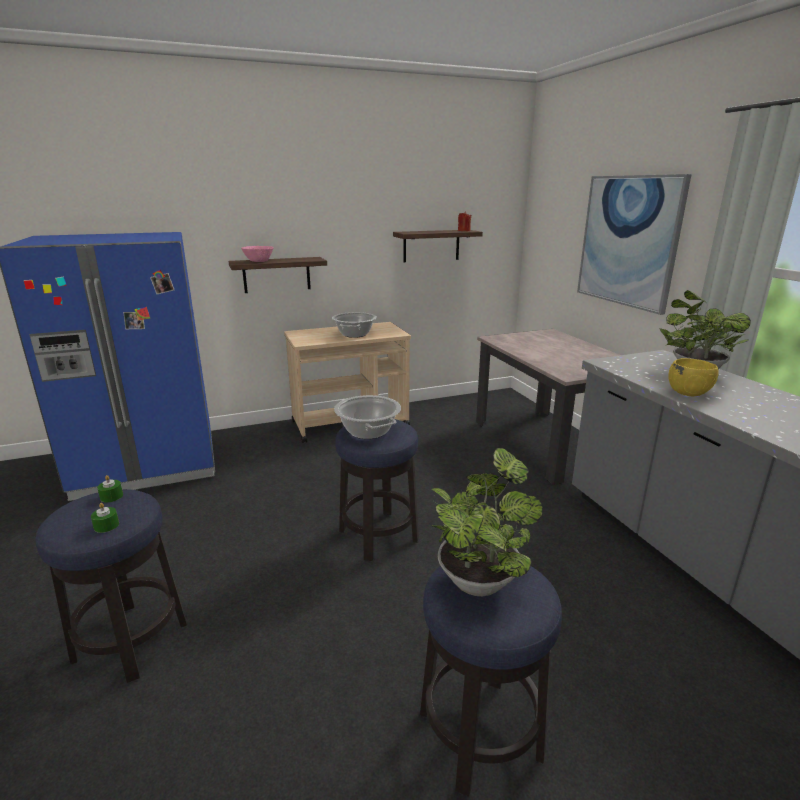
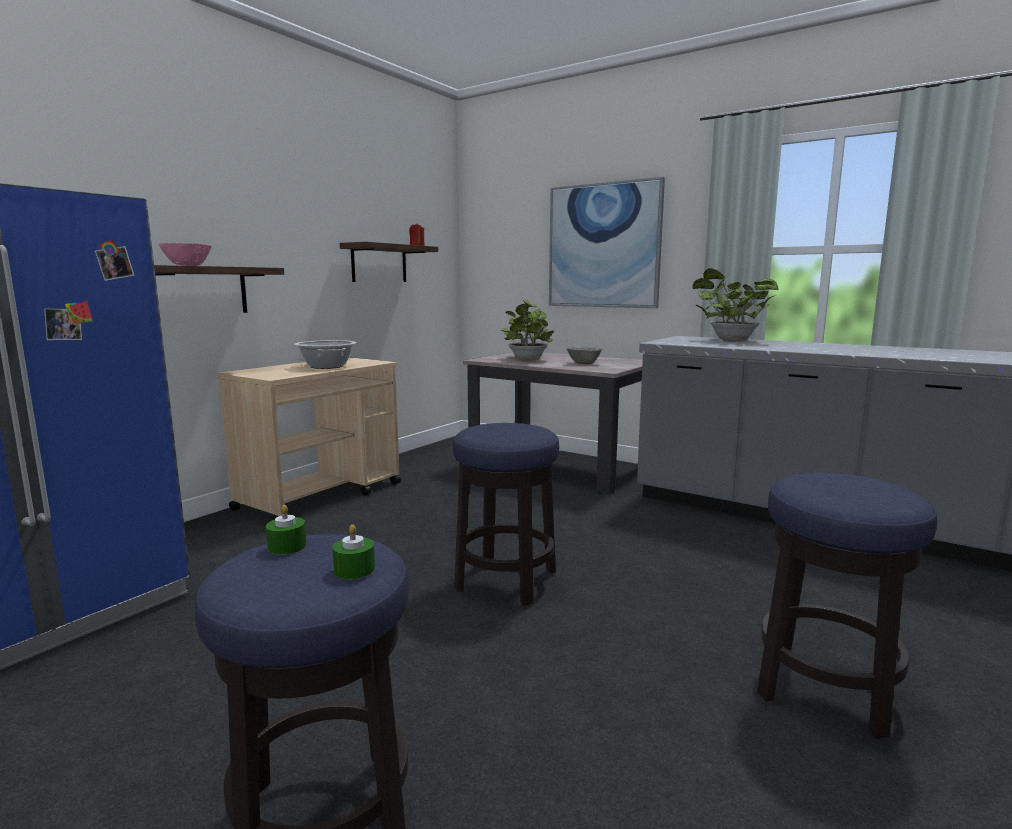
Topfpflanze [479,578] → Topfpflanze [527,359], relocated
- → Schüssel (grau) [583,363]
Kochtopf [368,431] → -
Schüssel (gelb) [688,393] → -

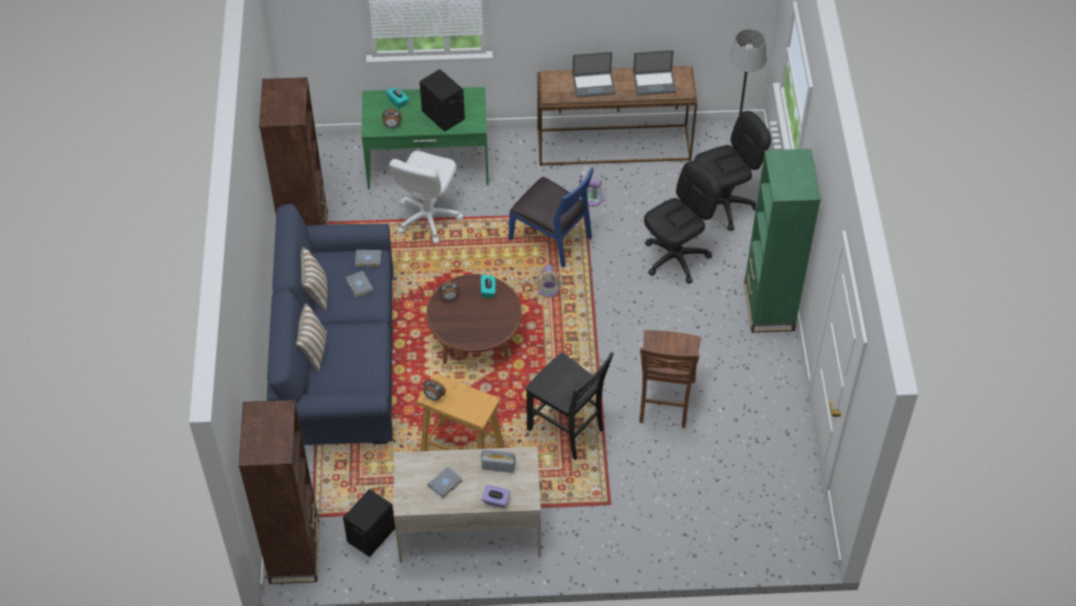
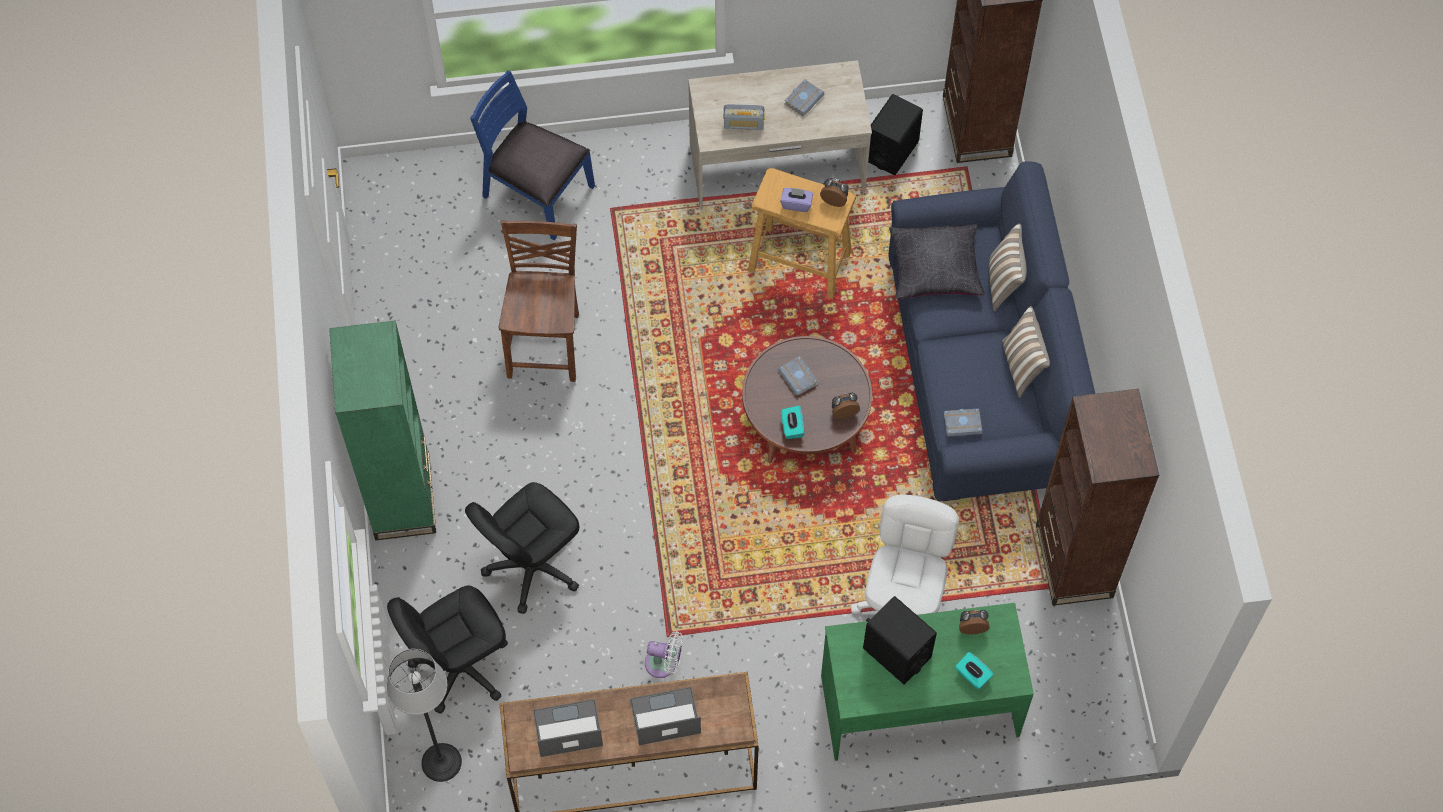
Stuhl (blau) [551,238] → Stuhl (blau) [536,192], relocated
Buch (grau) [358,285] → Buch (grau) [799,377], relocated
Taschentuchbox (lila) [496,501] → Taschentuchbox (lila) [796,204], relocated
- → Kissen (schwarz) [935,269]
Stuhl (schwarz) [567,430] → -
Ventilator (beige) [548,291] → -

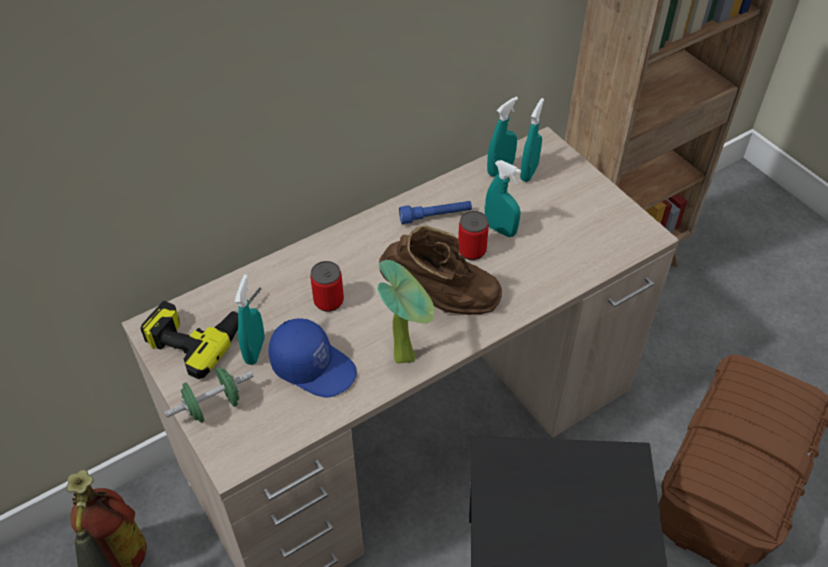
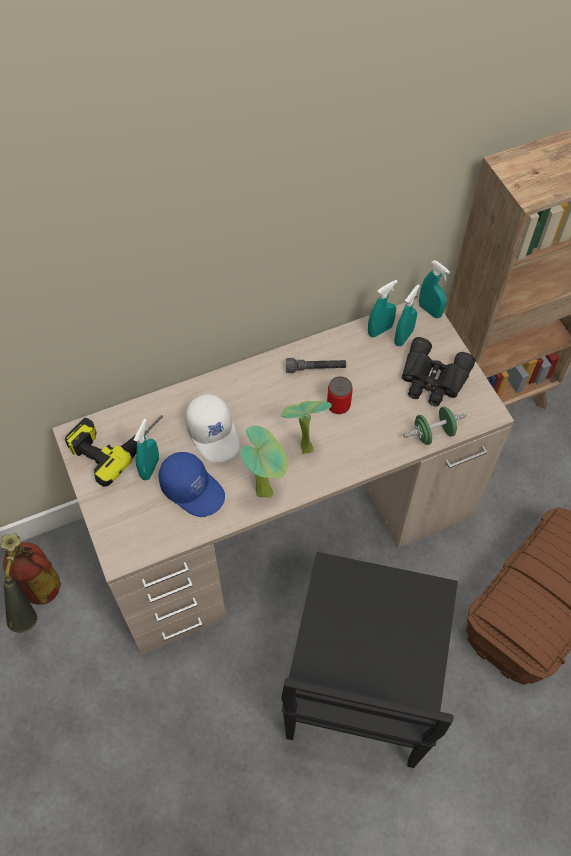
Dose [328,301] → Kappe (weiß) [214,434]
Stiefel (braun) [440,300] → Topfpflanze [303,446]
Taschenlampe (blau) [435,216] → Taschenlampe (grau) [315,368]
- → Fernglas (schwarz) [433,379]
Hantel (grün) [213,406] → Hantel (grün) [433,433], relocated
Sprühflasche (türkis) [500,229] → Sprühflasche (türkis) [430,310], relocated

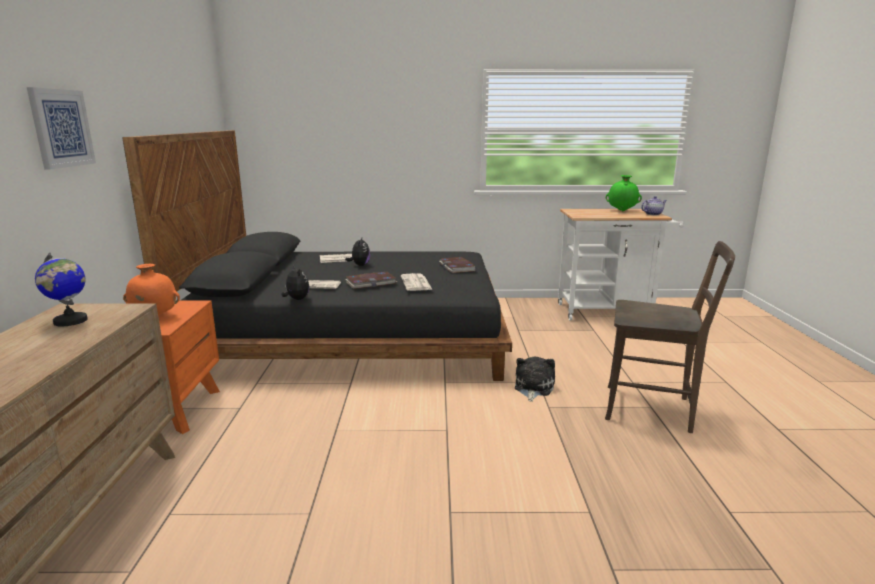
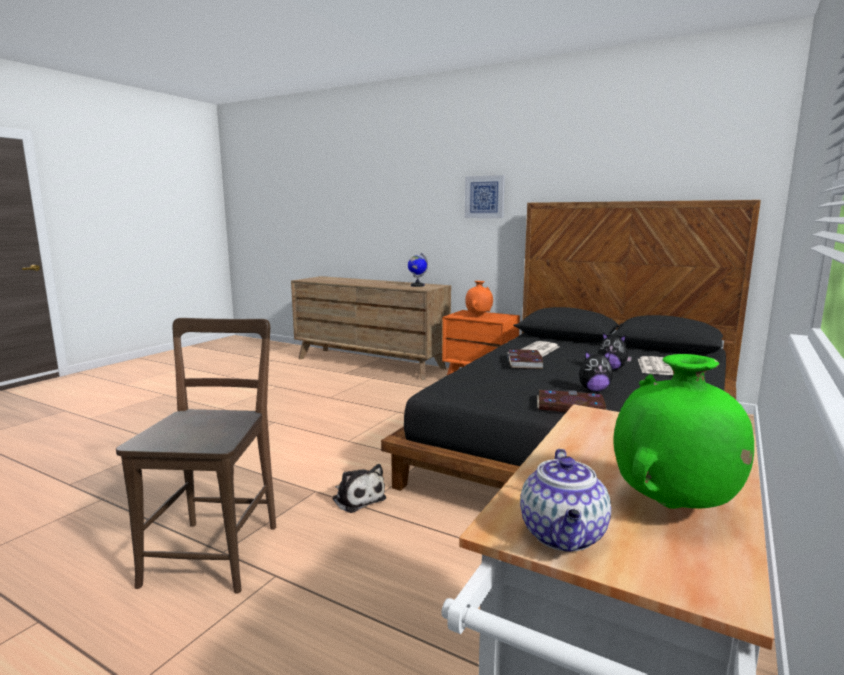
Stuhl (braun) [653,409] → Stuhl (braun) [216,550], 135 degrees clockwise
Plüschtier [296,299] → Plüschtier [593,390], relocated
Zeitung [416,283] → -

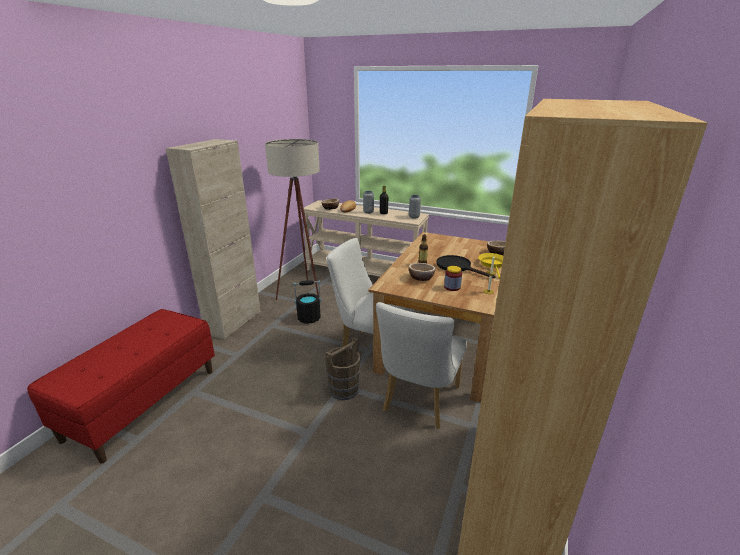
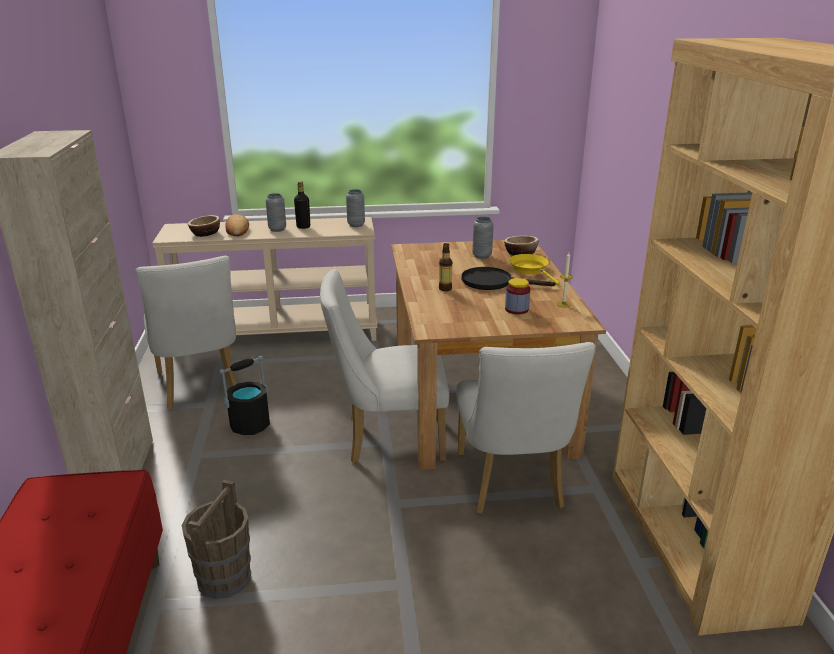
Stehlampe (beige) [303,292] → Stuhl (weiß) [200,388]
Eimer (braun) [344,390] → Eimer (braun) [224,577], relocated
- → Vase (grau) [482,256]
Schüssel [421,278] → -

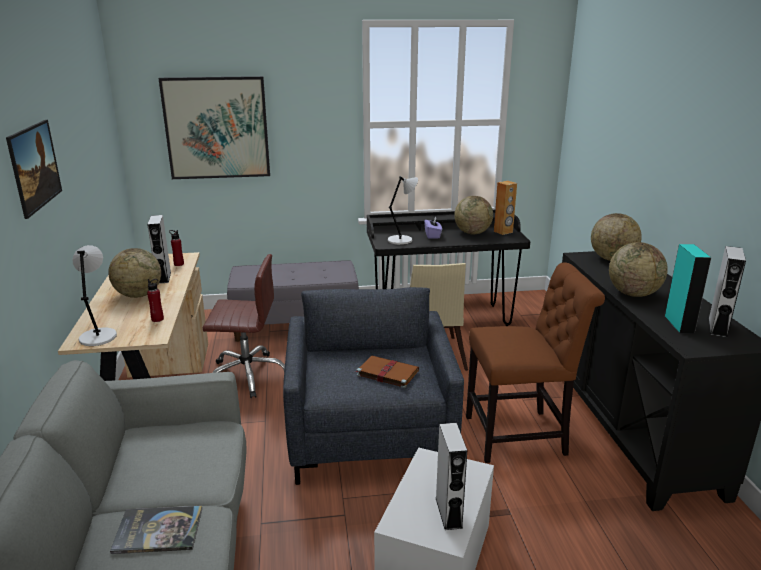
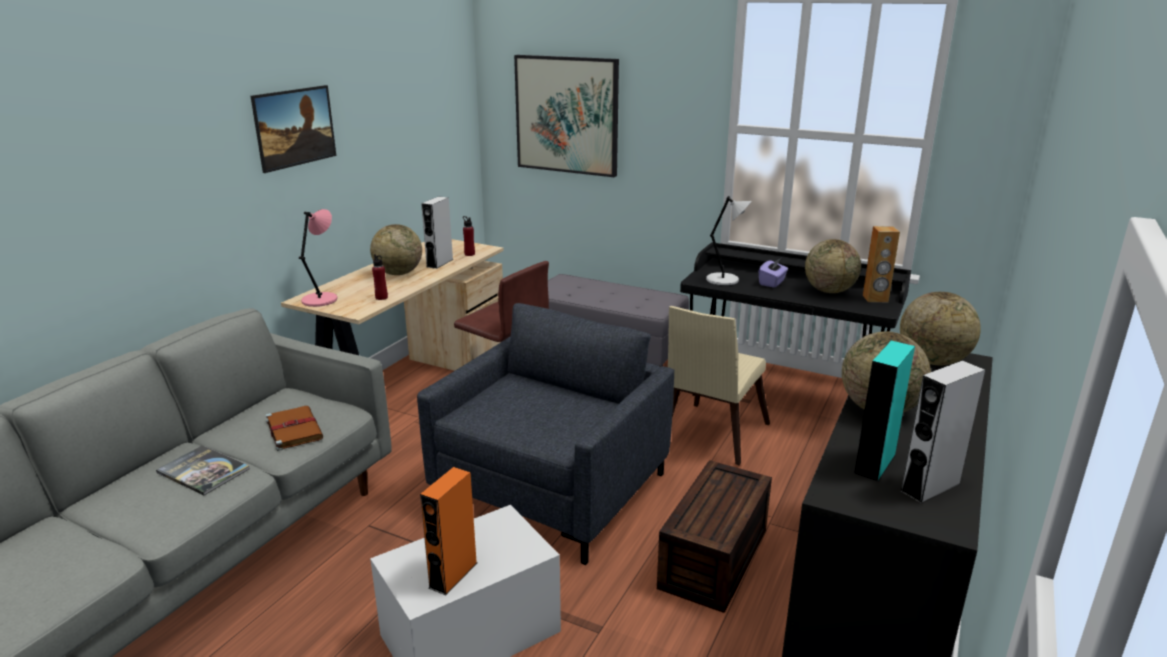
Buch (braun) [386,373] → Buch (braun) [294,429], relocated
Tischlampe (grau) [98,336] → Tischlampe (rosa) [321,299]
Lautsprecher (grau) [448,512] → Lautsprecher (orange) [453,575]
Stuhl (braun) [521,436] → Aufbewahrungsbox (braun) [715,560]

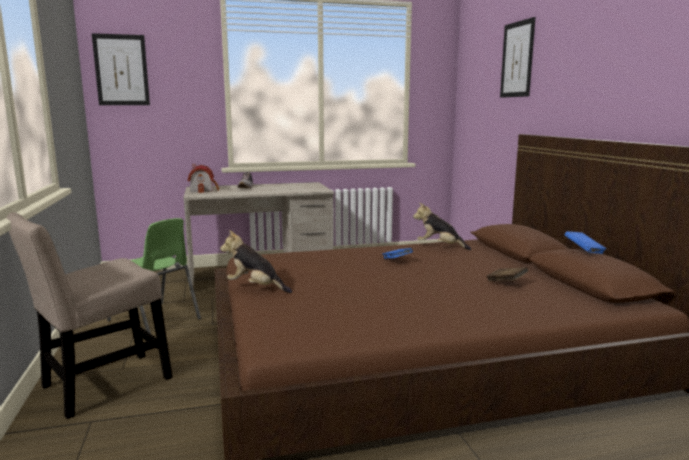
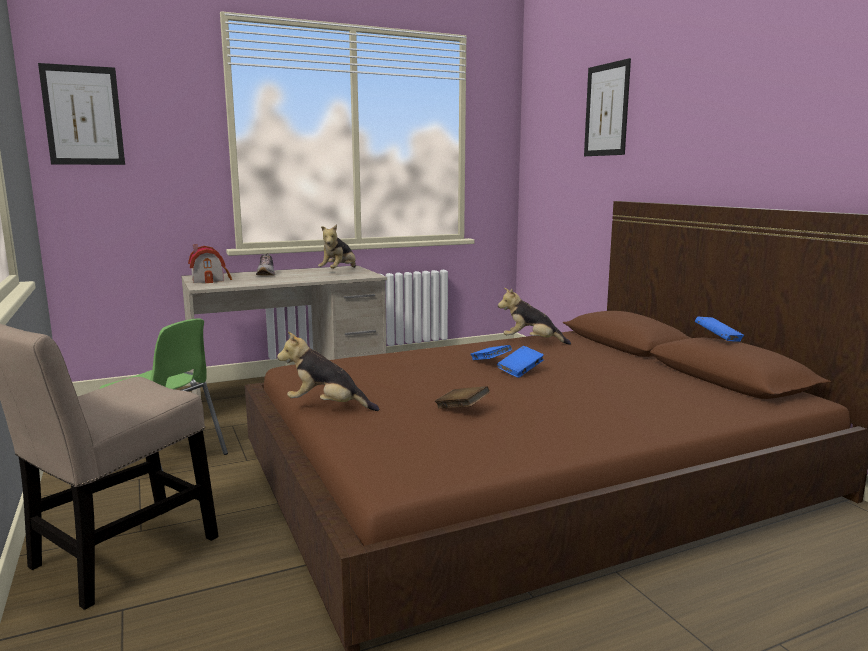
- → Plüschtier [339,272]
Buch (braun) [506,283] → Buch (braun) [461,409], relocated
- → Buch (blau) [520,371]

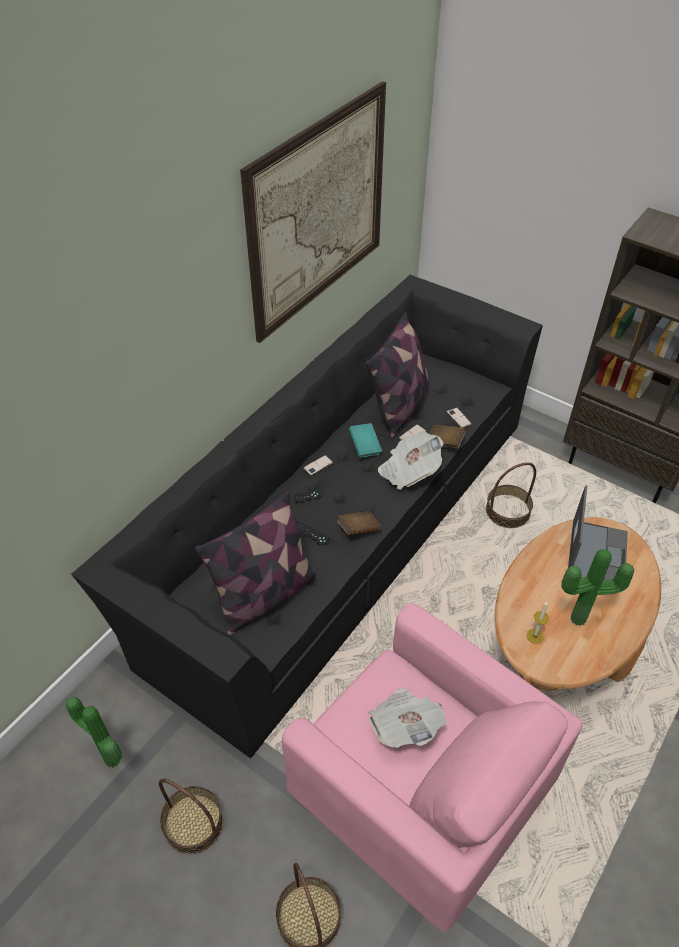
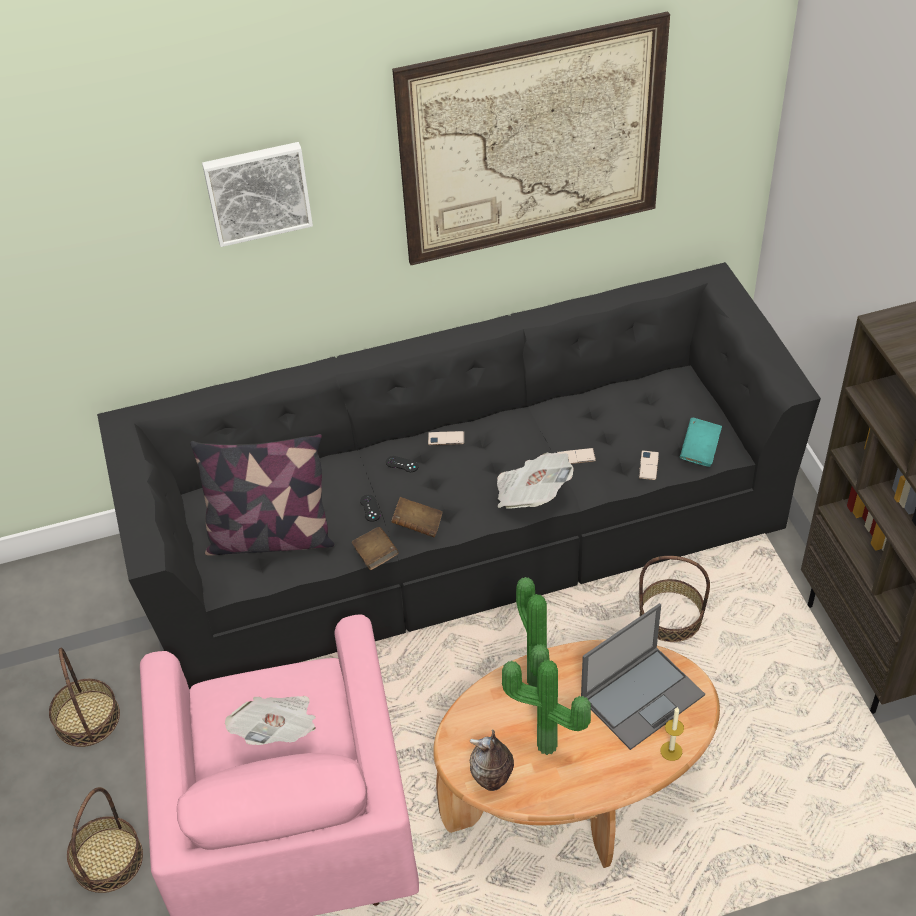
- → Bild [257,191]
Buch (braun) [445,442] → Buch (braun) [375,556], relocated
- → Vase [492,782]
Topfpflanze [110,762] → Topfpflanze [533,682], relocated
Kerze [535,636] → Kerze [671,751], relocated
Buch (türkis) [365,446] → Buch (türkis) [700,450], relocated
Kissen [399,407] → -

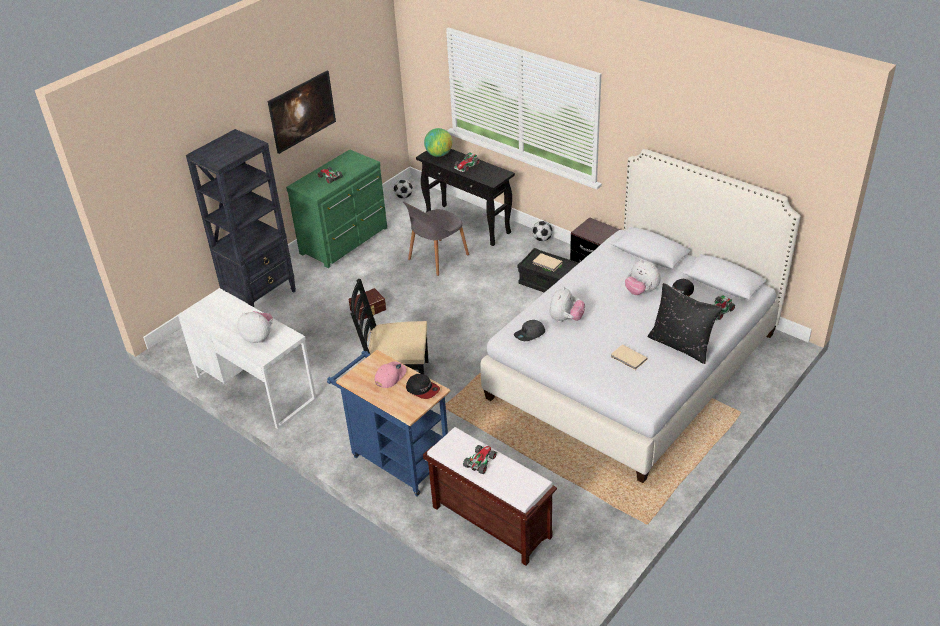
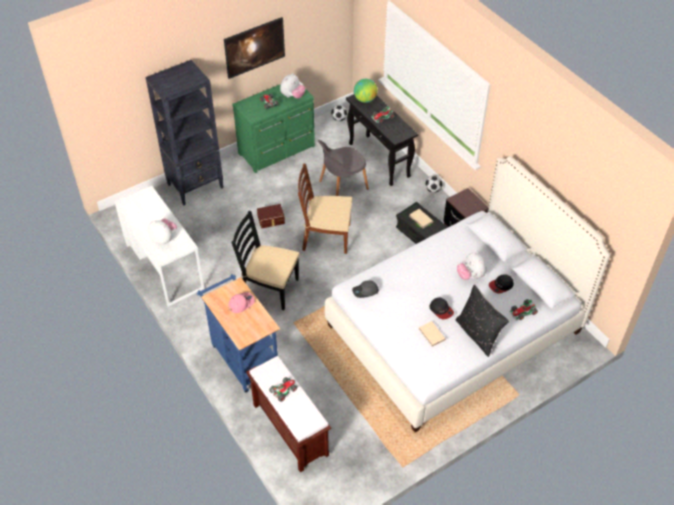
Plüschtier [566,319] → Plüschtier [292,96], relocated
- → Stuhl (braun) [325,237]
Kappe [423,389] → Kappe [441,310], relocated

